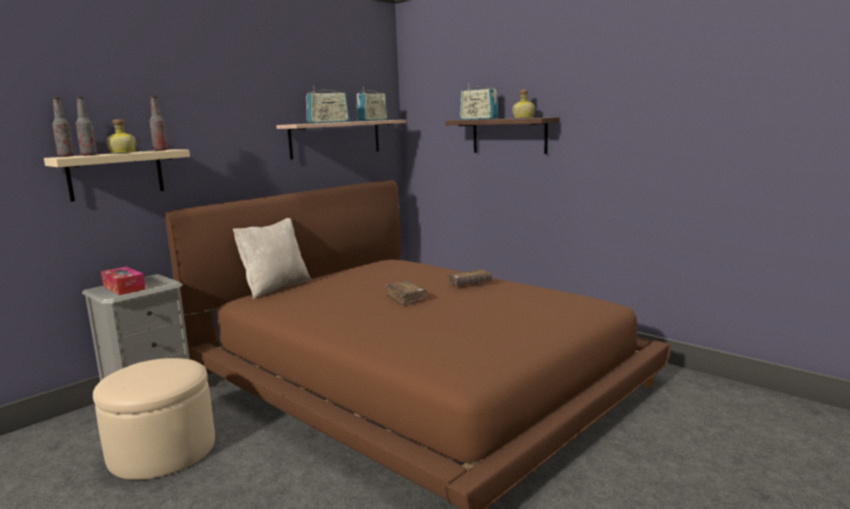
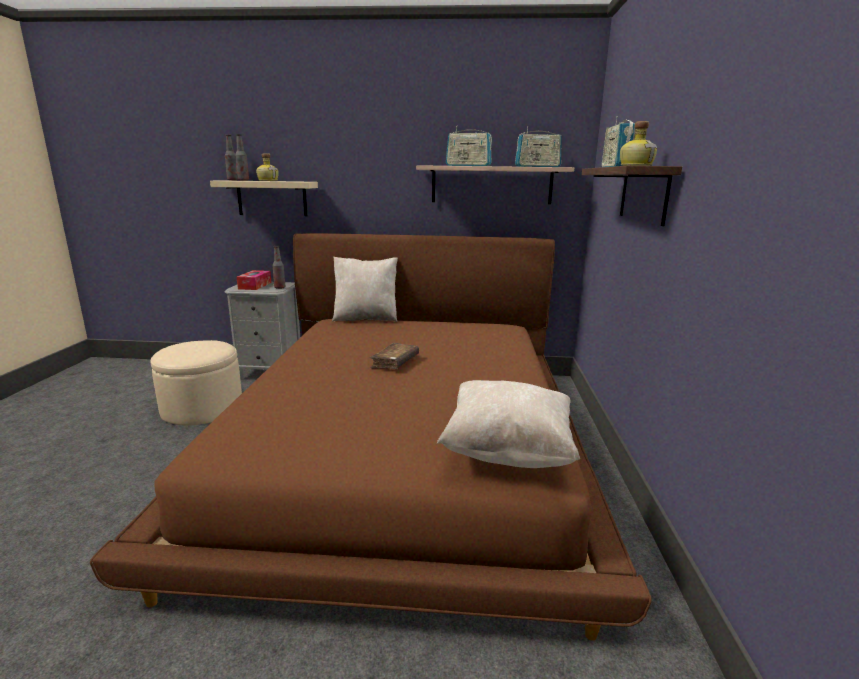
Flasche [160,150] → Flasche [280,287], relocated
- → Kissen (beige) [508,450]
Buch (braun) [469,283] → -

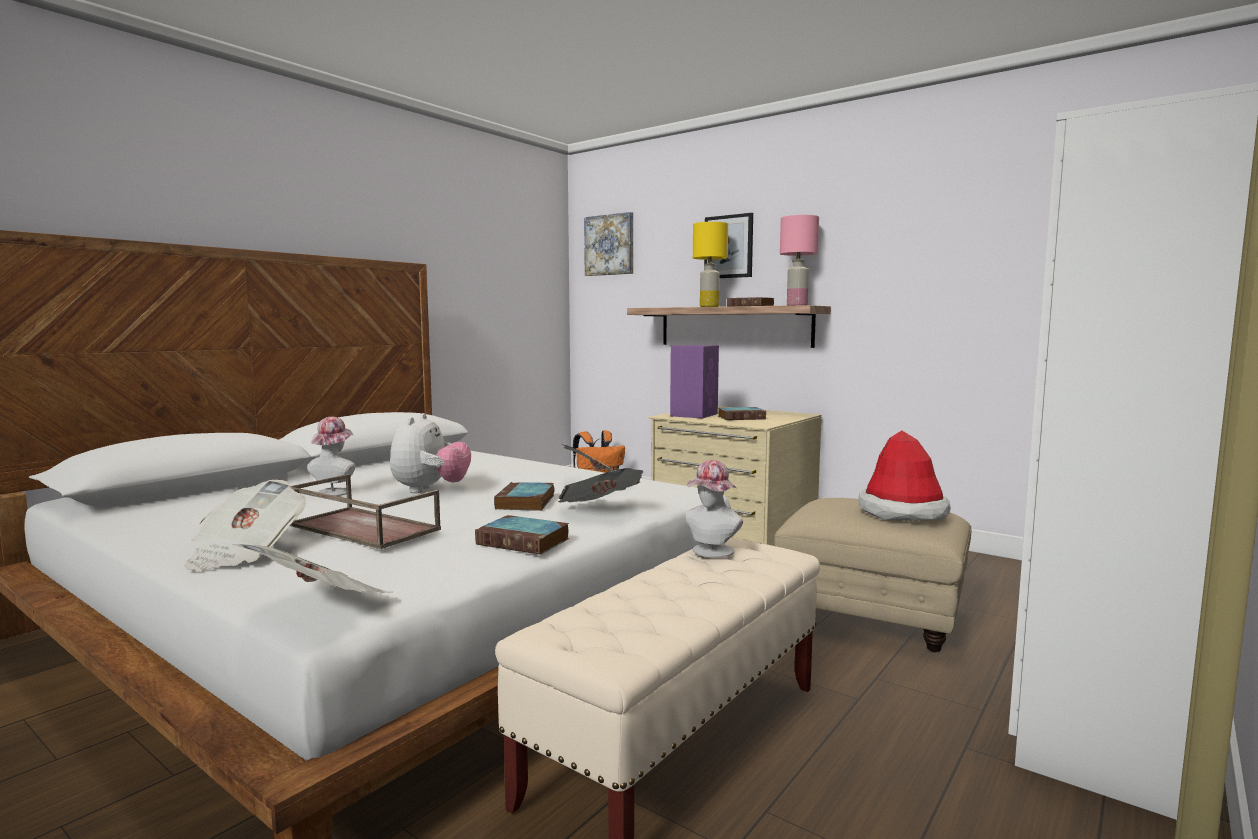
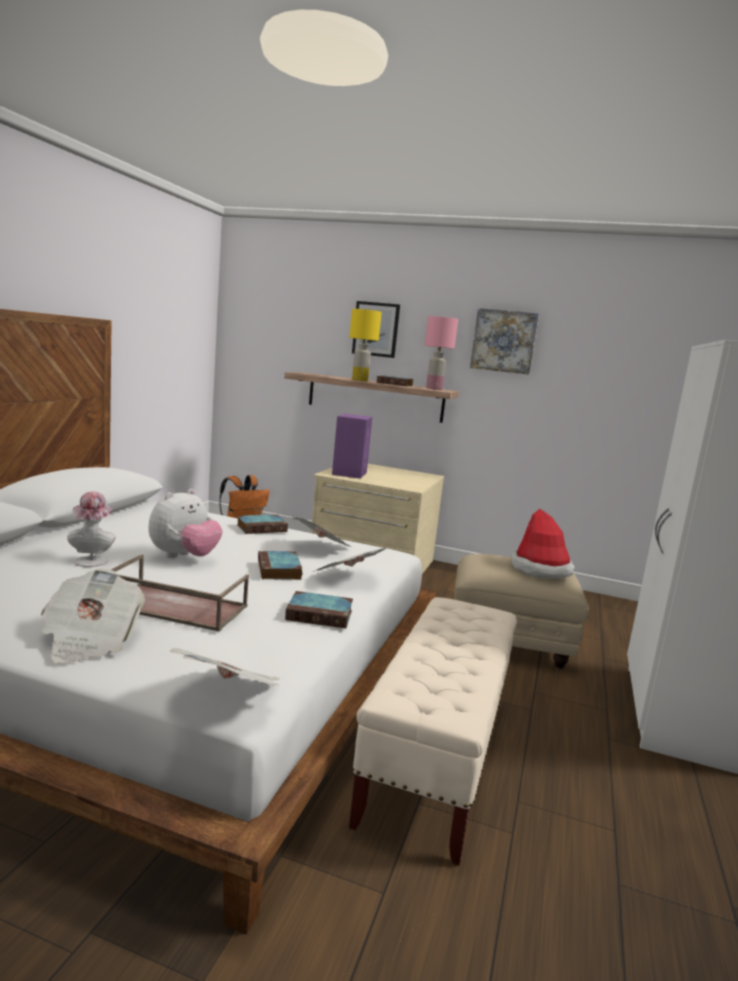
Plüschtier [430,490] → Plüschtier [184,557], 45 degrees clockwise
Buch [742,417] → Buch [262,528], relocated
Bild [610,245] → Bild [504,341], relocated
Hut [711,552] → -

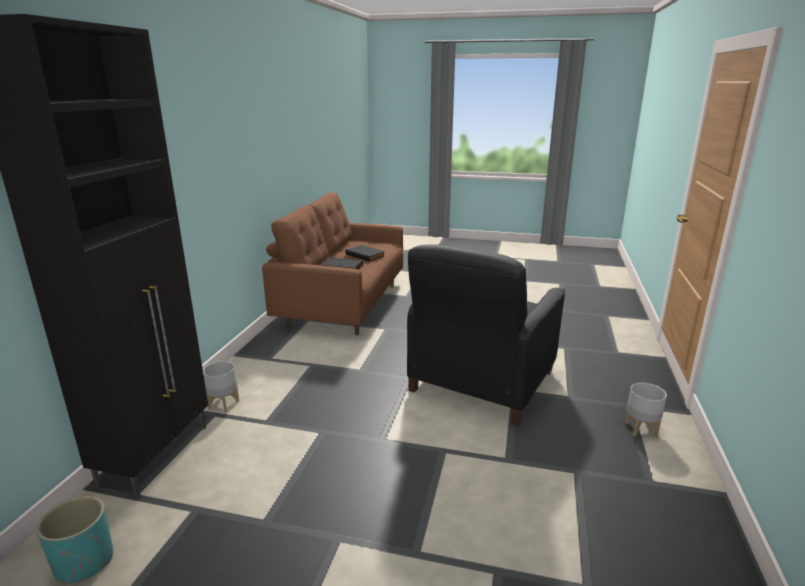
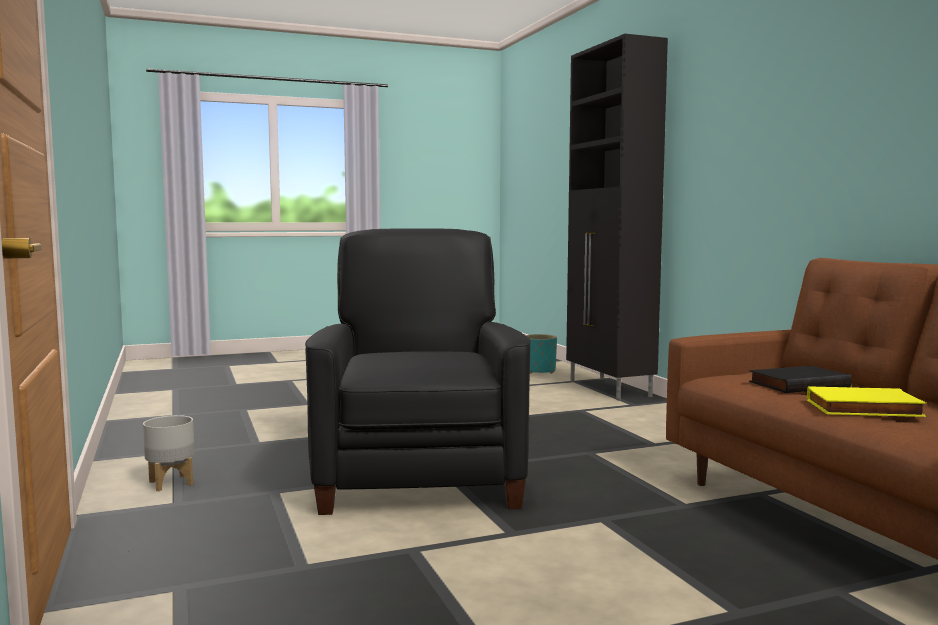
Buch (schwarz) [366,255] → Buch (gelb) [863,409]
Pflanzkübel (grau) [223,404] → -

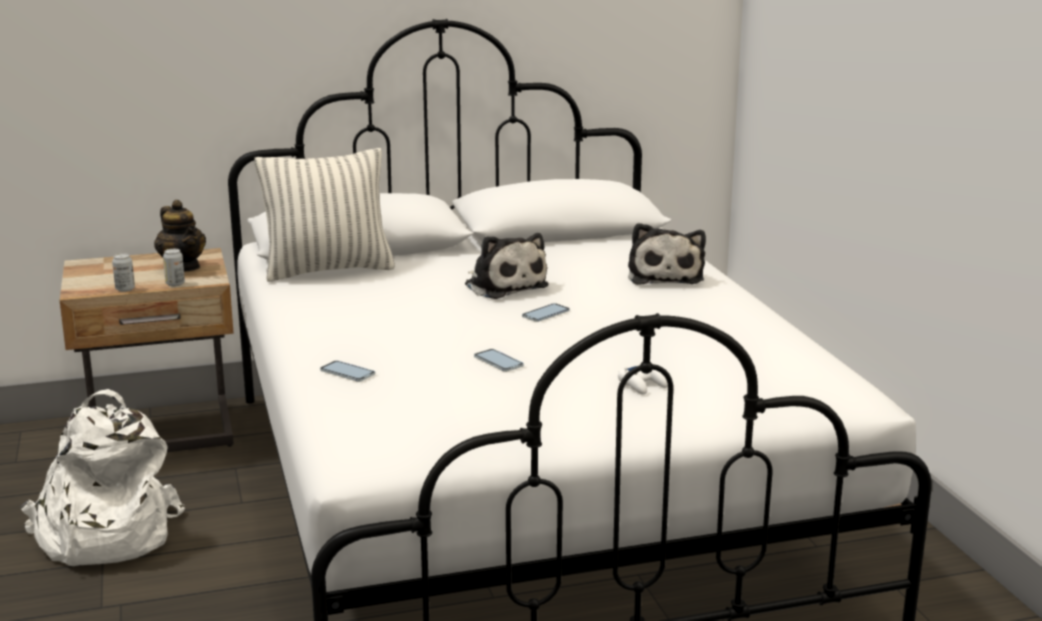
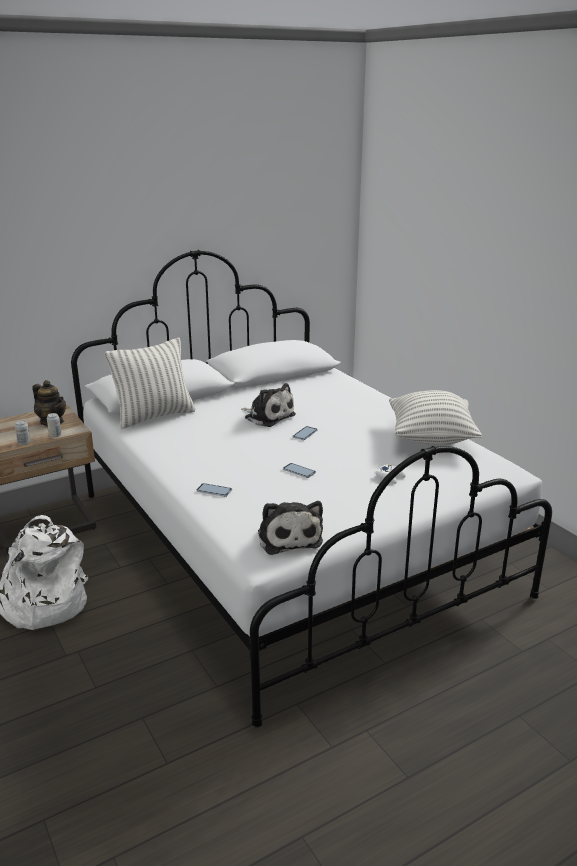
Plüschtier [665,276] → Plüschtier [289,537], relocated
- → Kissen [431,438]

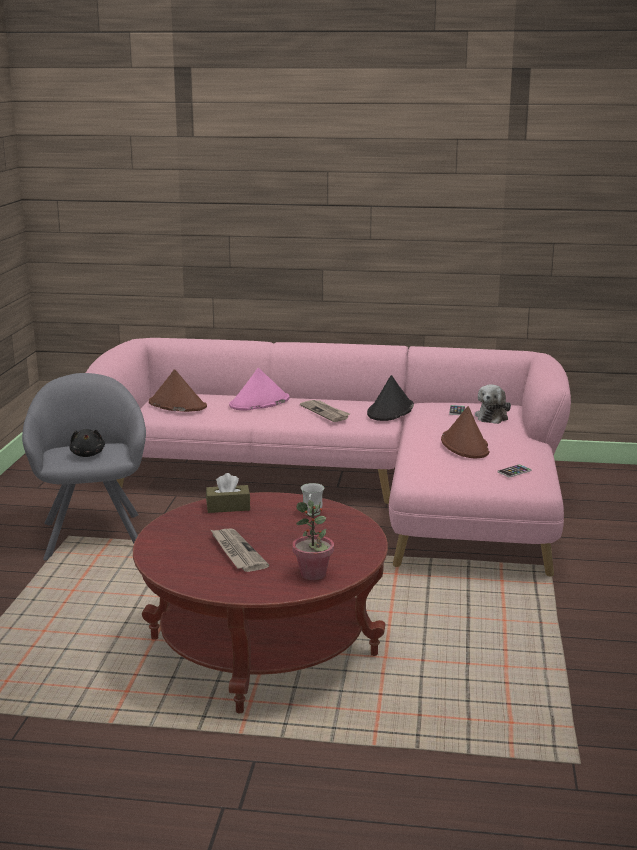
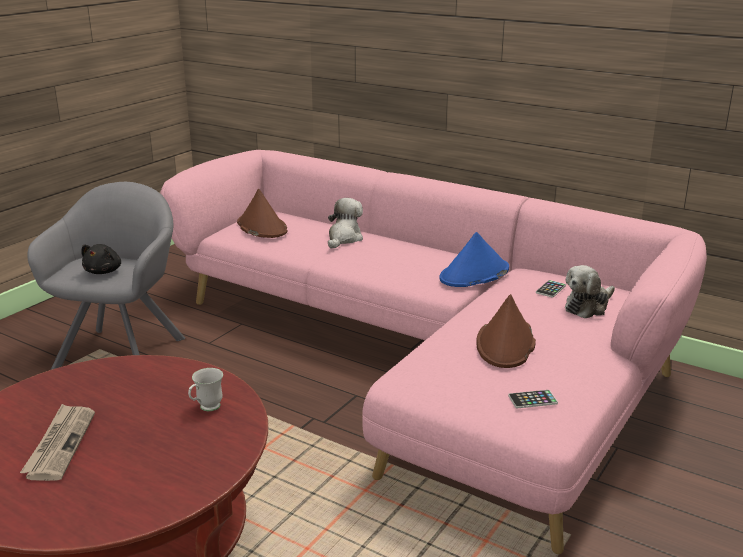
Hut (rosa) [259,403] → Plüschtier [344,238]
Hut (schwarz) [390,411] → Hut (blau) [474,274]
Taschentuchbox (braun) [228,507] → -
Topfpflanze [313,574] → -
Zeitung [325,412] → -

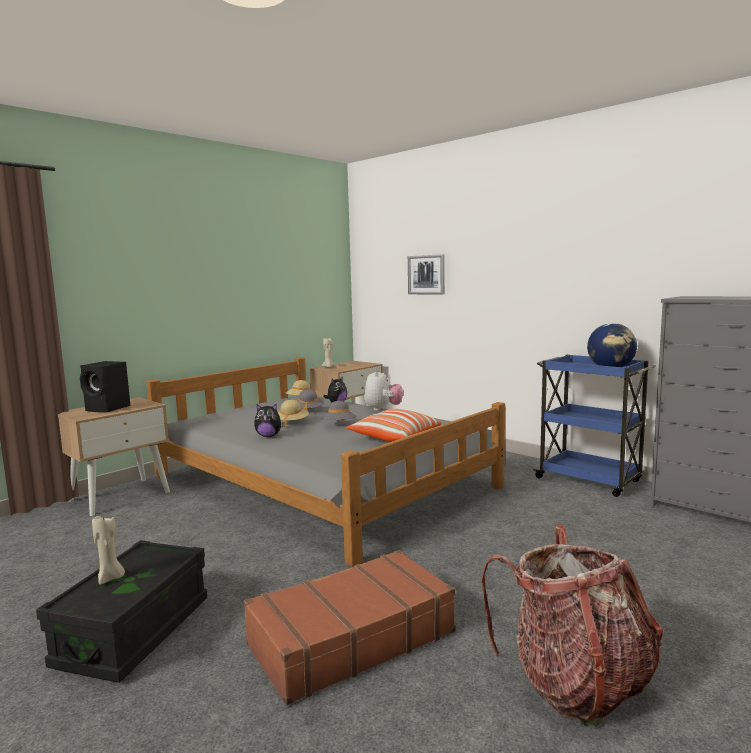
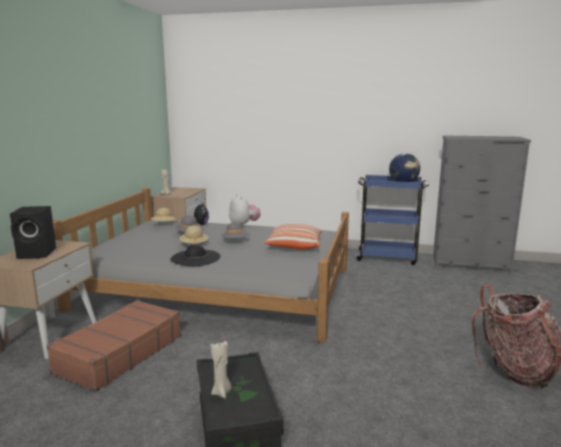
Koffer (braun) [350,638] → Koffer (braun) [119,354], relocated
Plüschtier [269,436] → Hut (schwarz) [195,258]
Bild [426,274] → -

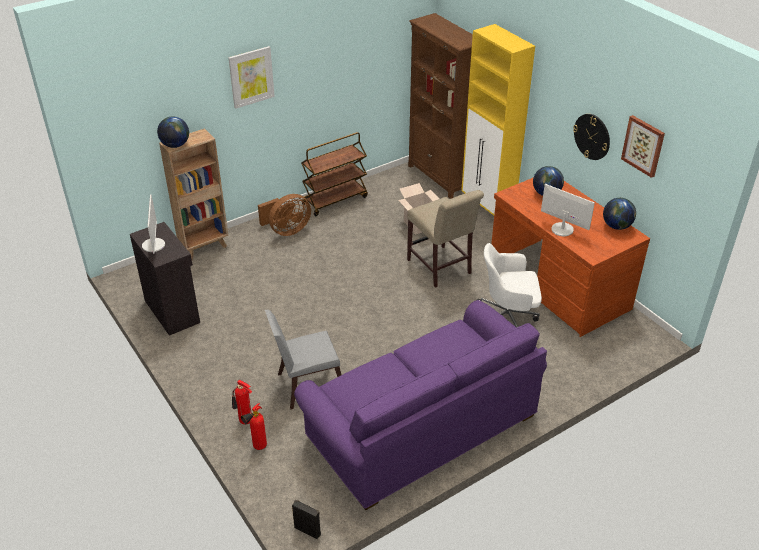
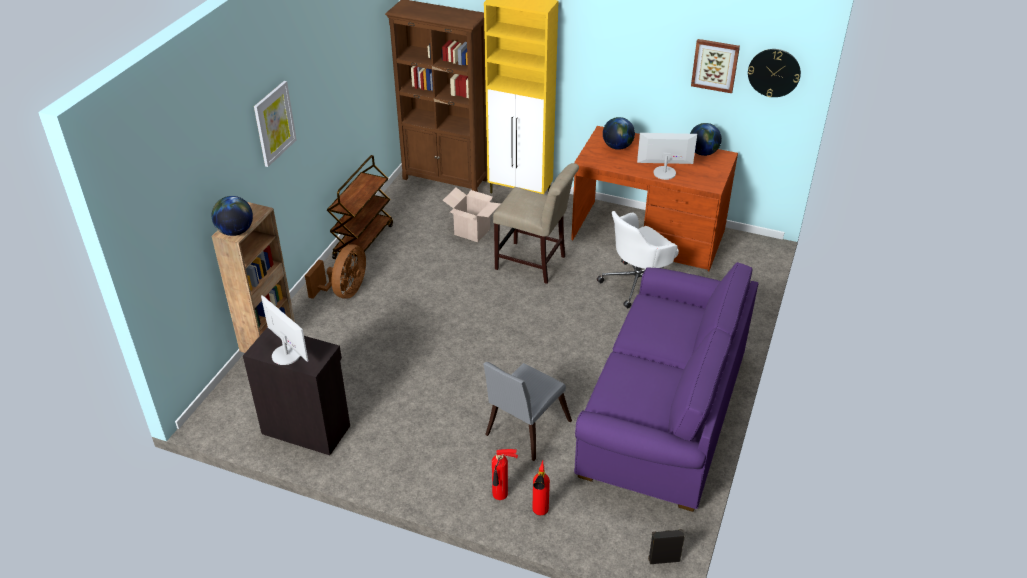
Wanduhr [592,136] → Wanduhr [774,72], relocated

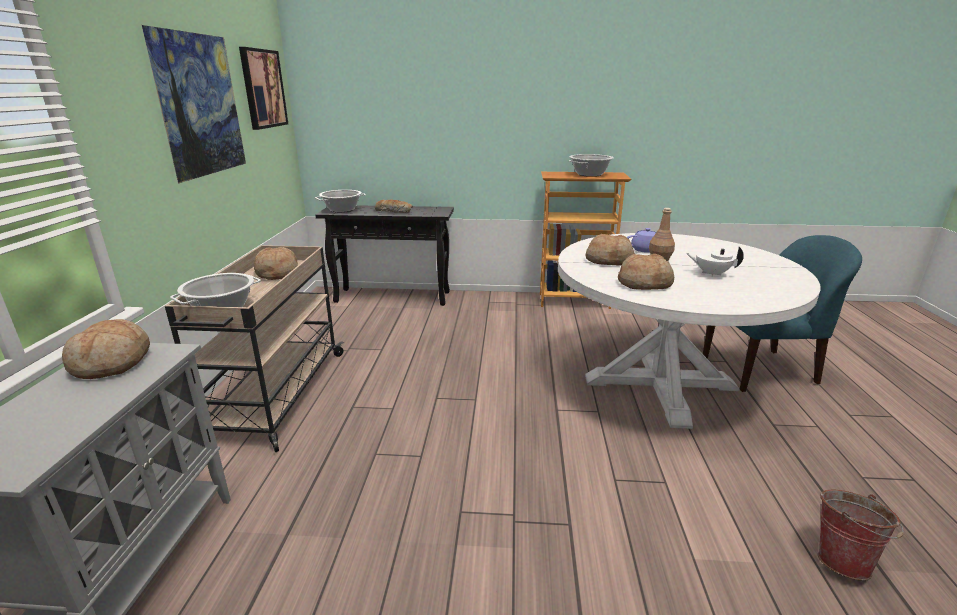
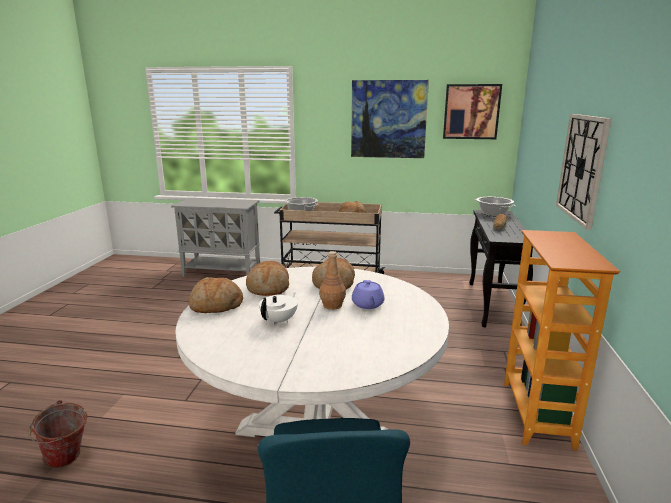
Brot [112,362] → Brot [216,305], relocated
- → Wanduhr [582,168]
Kochtopf [589,174] → -

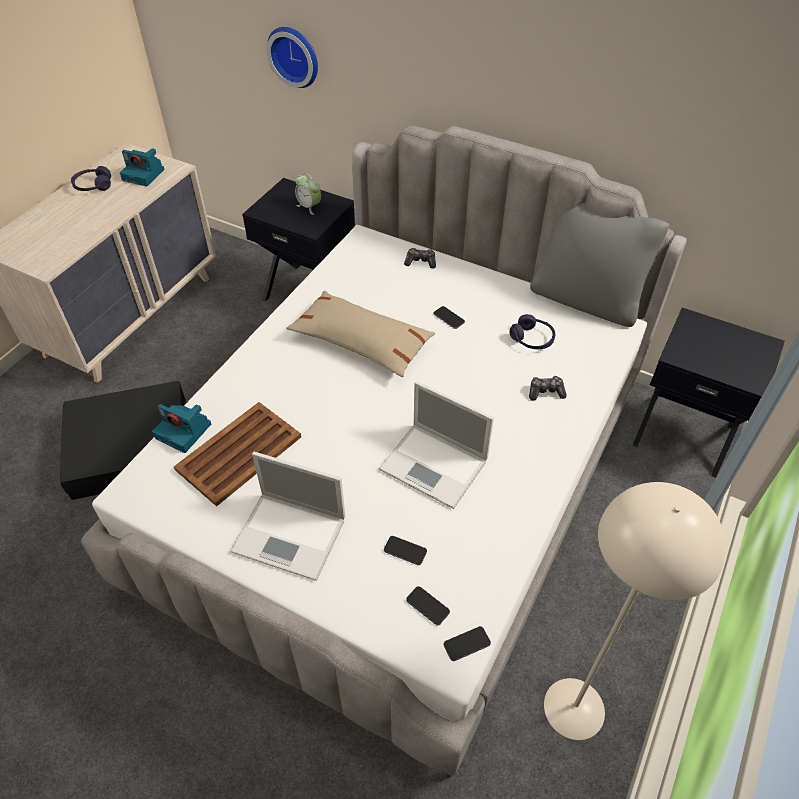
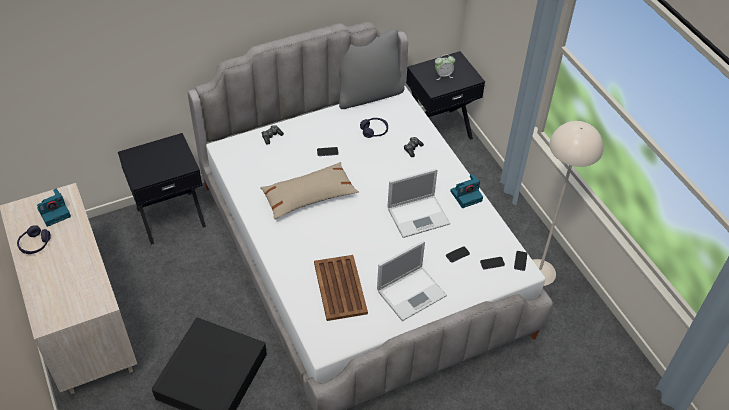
Wecker [309,207] → Wecker [443,75], relocated
Kamera [185,431] → Kamera [466,195], relocated
Wanduhr [295,55] → -

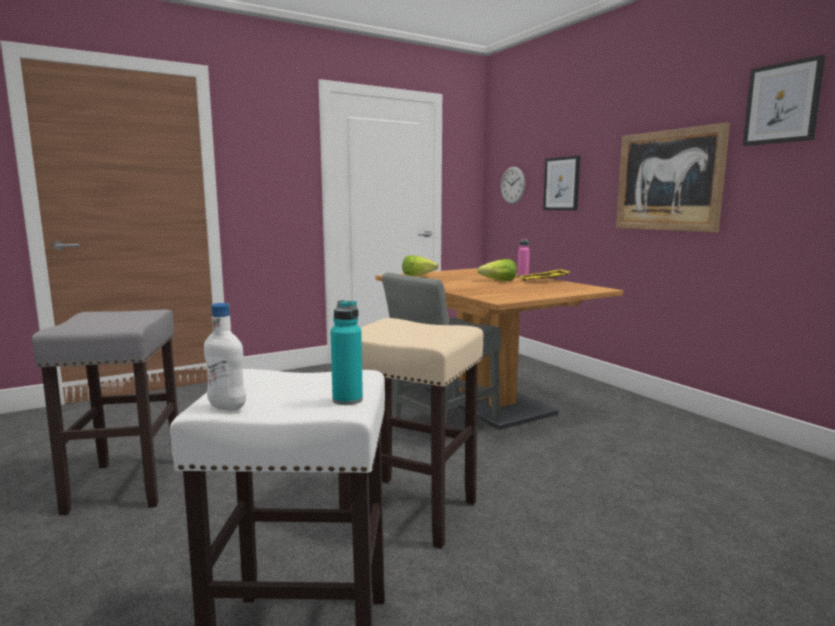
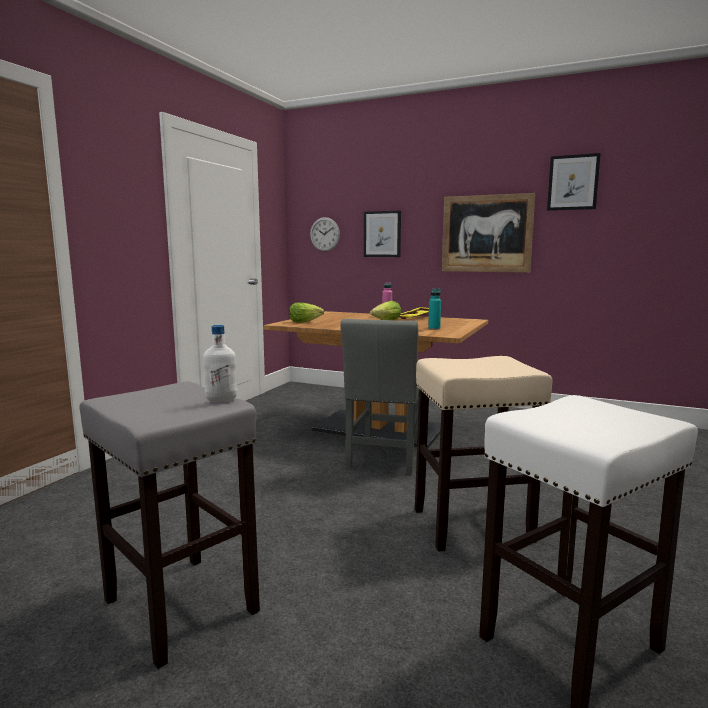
Flasche (weiß) [227,407] → Flasche (weiß) [221,400], relocated
Flasche (türkis) [347,400] → Flasche (türkis) [434,328], relocated

